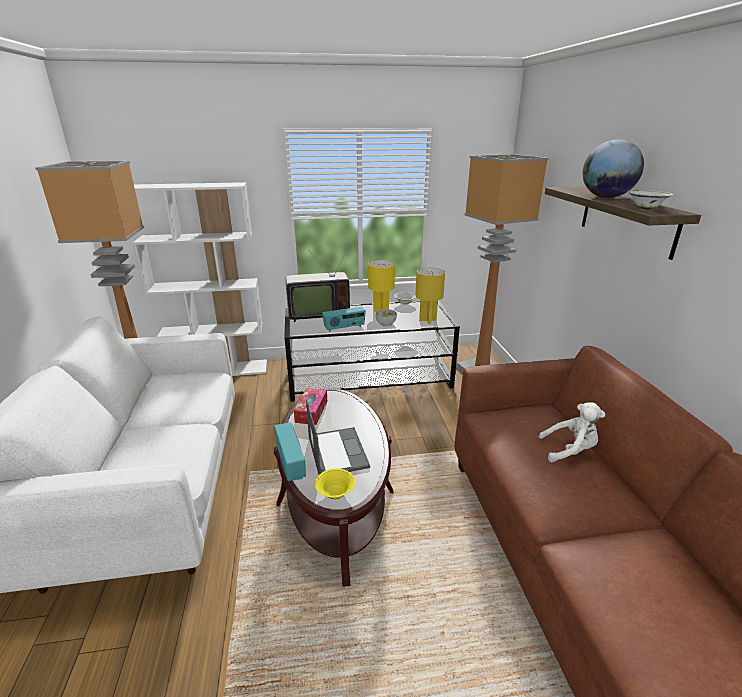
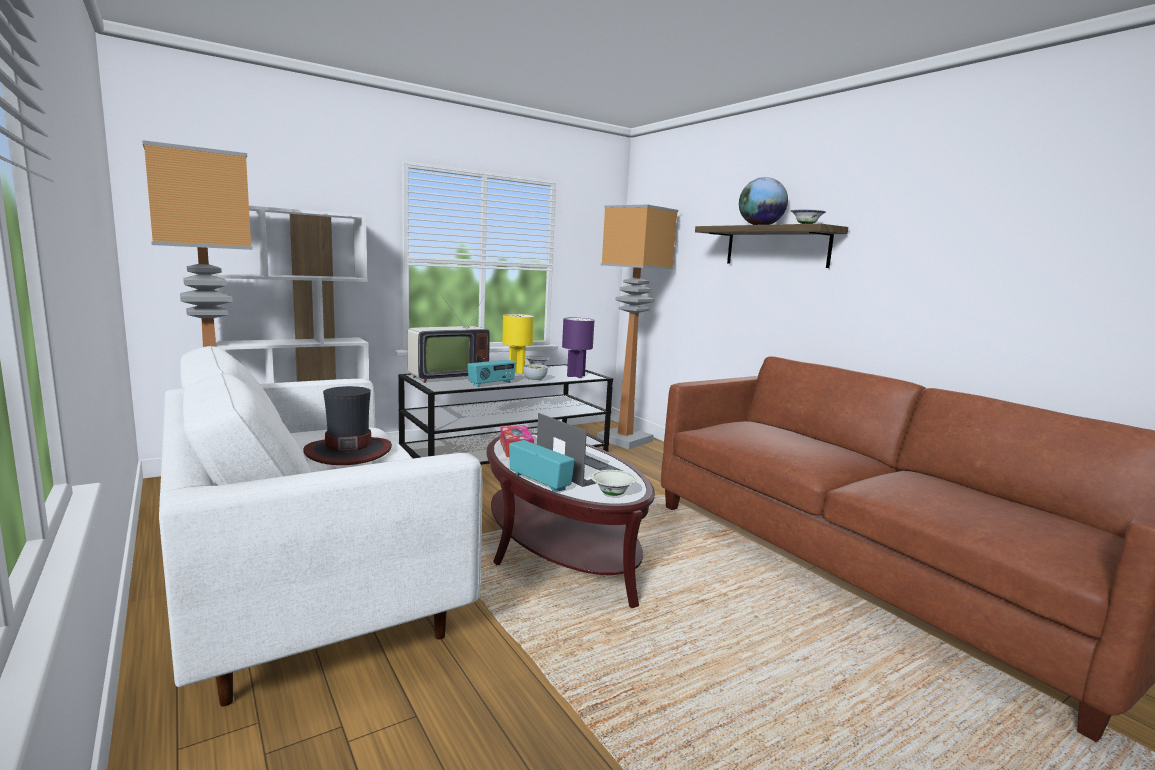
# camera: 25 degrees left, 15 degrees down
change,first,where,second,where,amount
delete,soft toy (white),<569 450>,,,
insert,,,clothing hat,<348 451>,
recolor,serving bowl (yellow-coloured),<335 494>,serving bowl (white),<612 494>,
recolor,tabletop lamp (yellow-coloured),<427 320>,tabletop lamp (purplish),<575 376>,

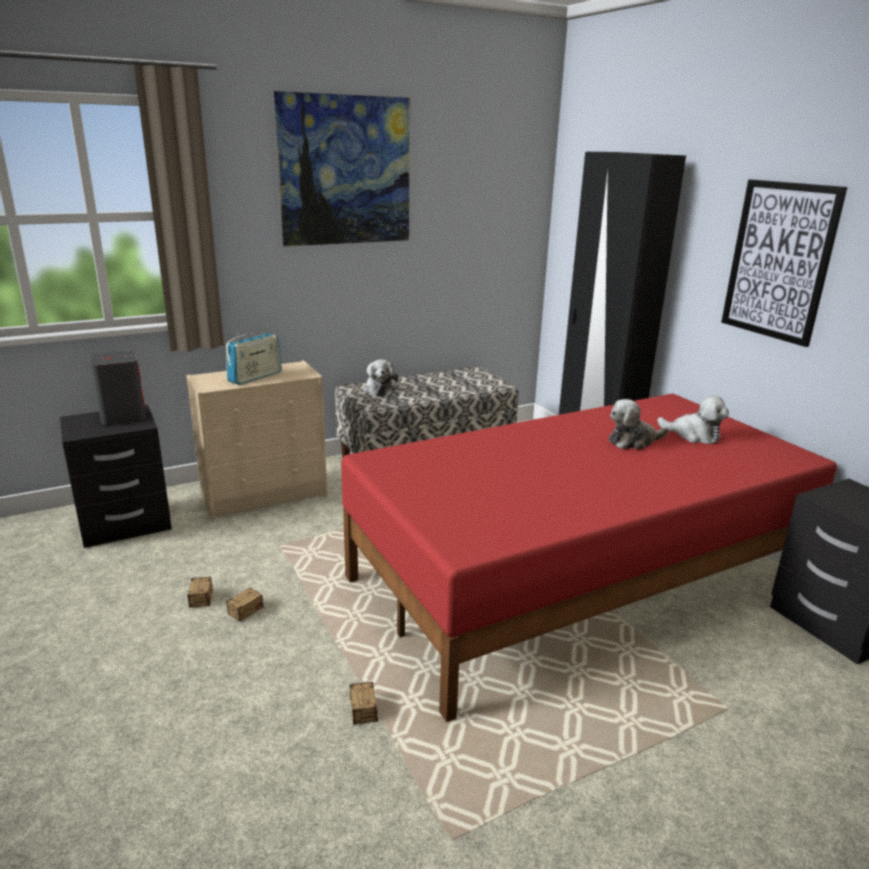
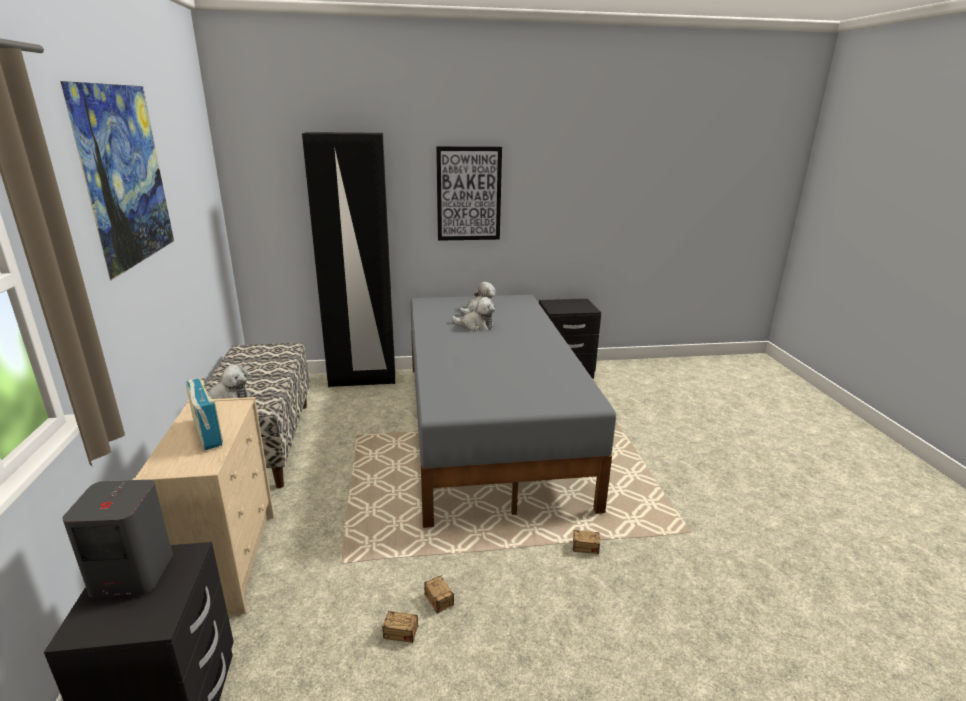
# camera: 70 degrees left, 0 degrees up
change,first,where,second,where,amount
recolor,sleeping bed (red-coloured),<580 580>,sleeping bed (greyish),<490 426>,
rotate,soft toy,<633 441>,,<476 325>,75 degrees counterclockwise

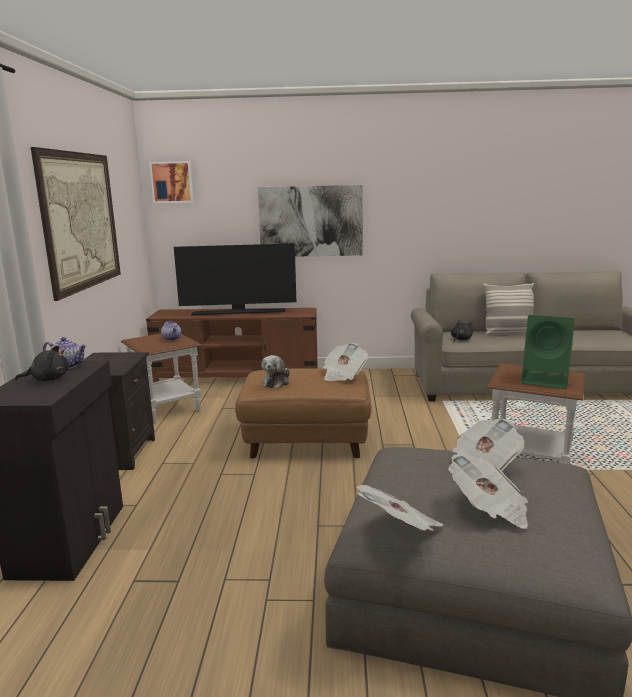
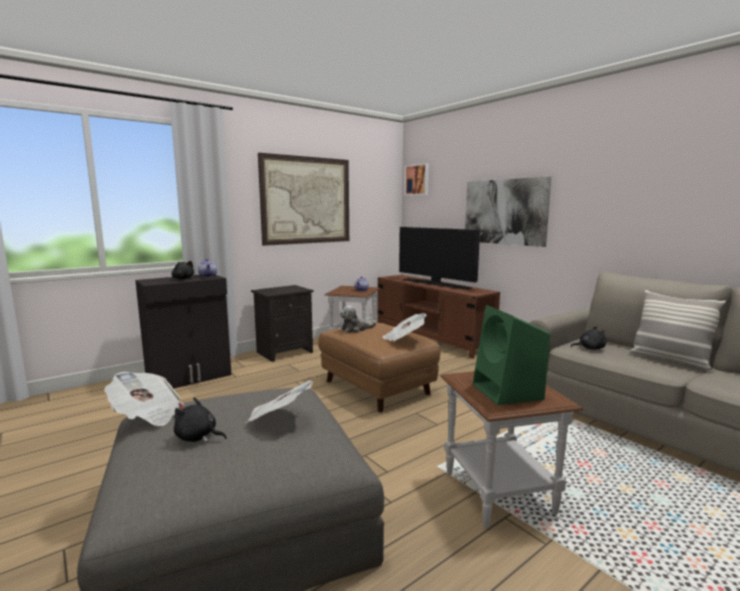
# camera: 50 degrees right, 5 degrees down
change,first,where,second,where,amount
replace,daily paper,<490 509>,soft toy (black-coloured),<198 437>,

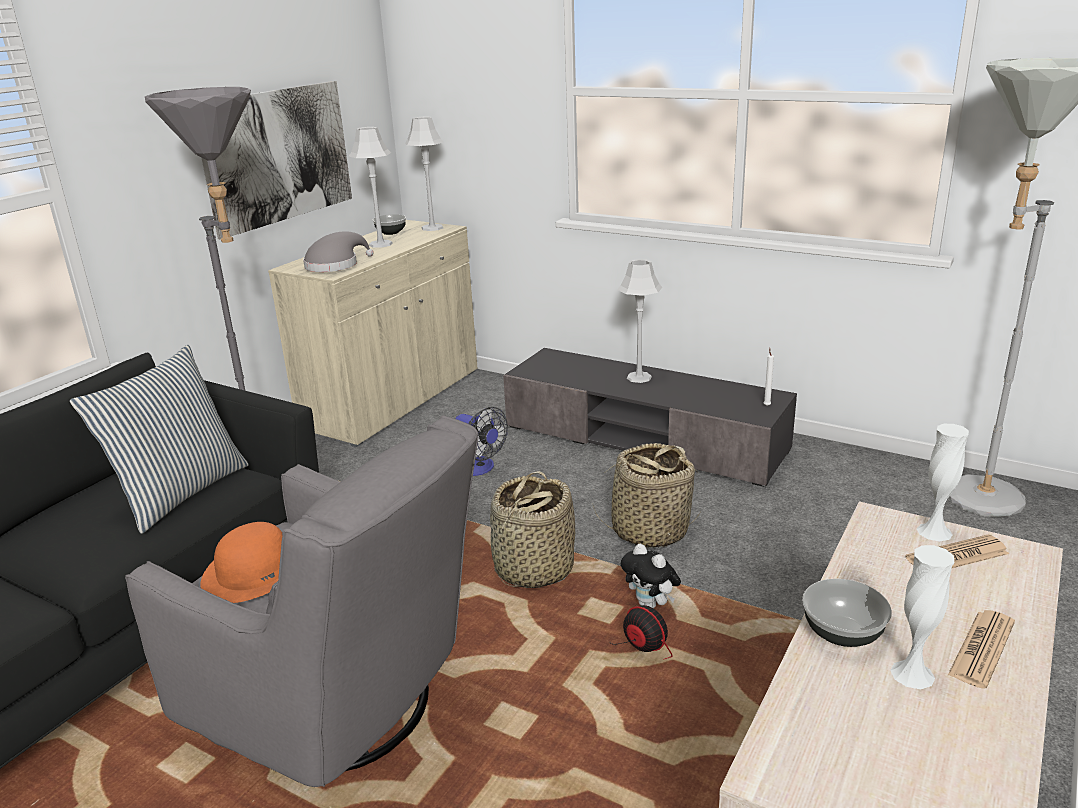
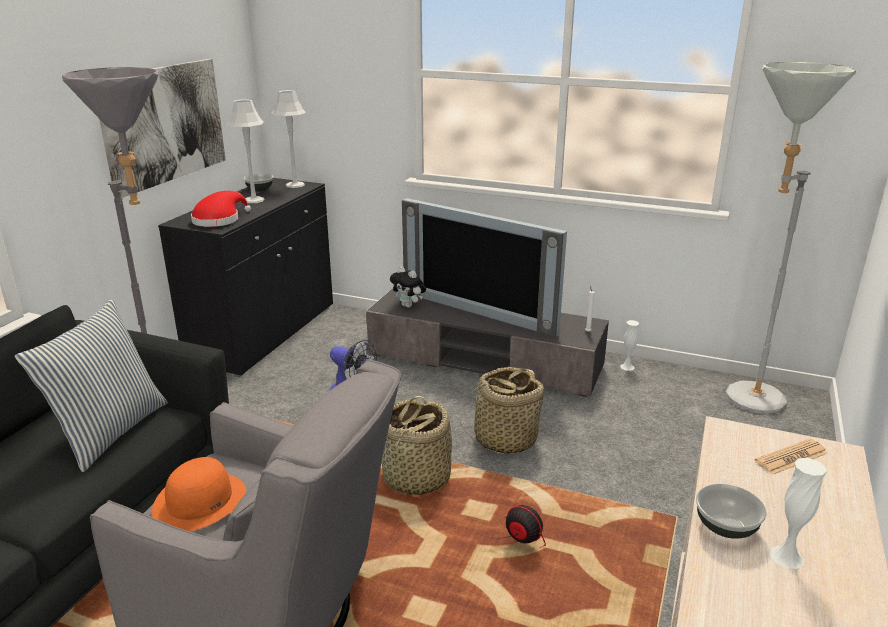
# camera: 10 degrees left, 0 degrees up
change,first,where,second,where,amount
delete,daily paper,<981 649>,,,
move,soft toy,<651 605>,,<409 306>,
move,flower vase (white),<934 531>,,<627 367>,
replace,tabletop lamp (greyish),<639 377>,television,<480 310>,
recolor,storage cabinet (sand-coloured),<393 400>,storage cabinet (black-coloured),<264 333>,
recolor,clothing hat (greyish),<335 265>,clothing hat (red-coloured),<219 220>,

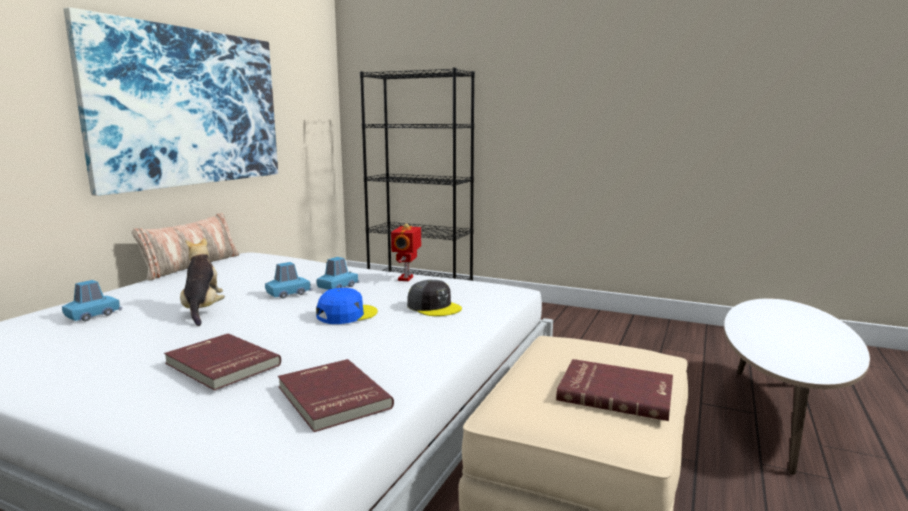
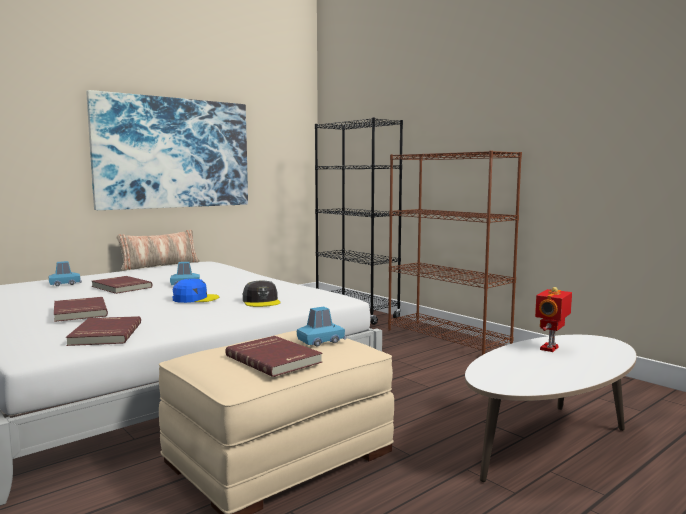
# camera: 25 degrees right, 5 degrees down
change,first,where,second,where,amount
insert,,,bookshelf (brownish),<448 338>,
move,toy car (blue),<338 287>,,<321 341>,
move,model robot,<407 278>,,<551 348>,
replace,soft toy,<203 310>,volume (red-coloured),<120 287>,

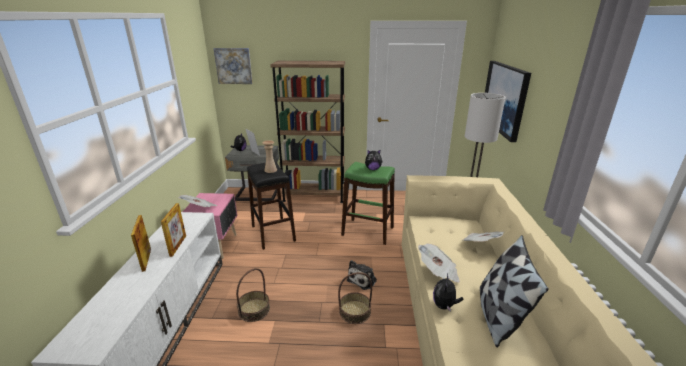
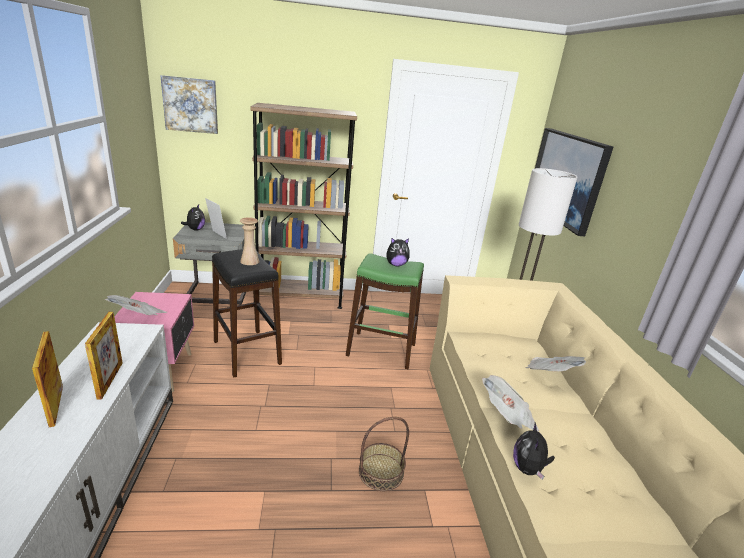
# camera: 10 degrees left, 0 degrees up
change,first,where,second,where,amount
delete,household basket,<254 310>,,,
delete,soft toy,<363 279>,,,
delete,throw pillow,<498 316>,,,

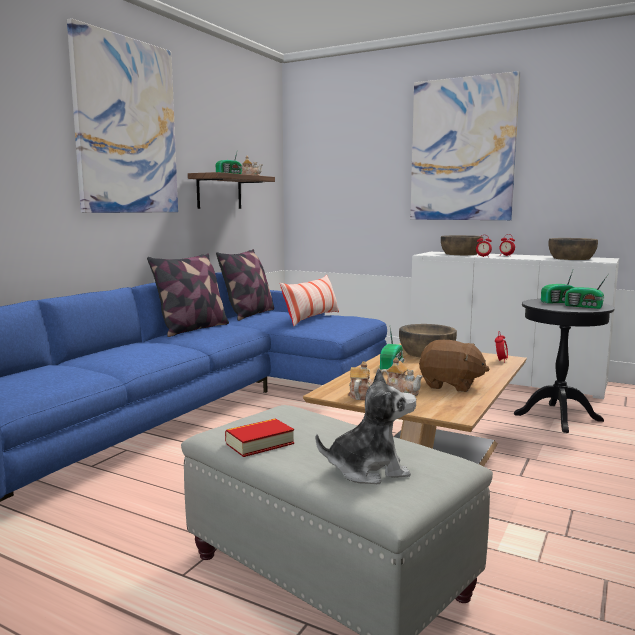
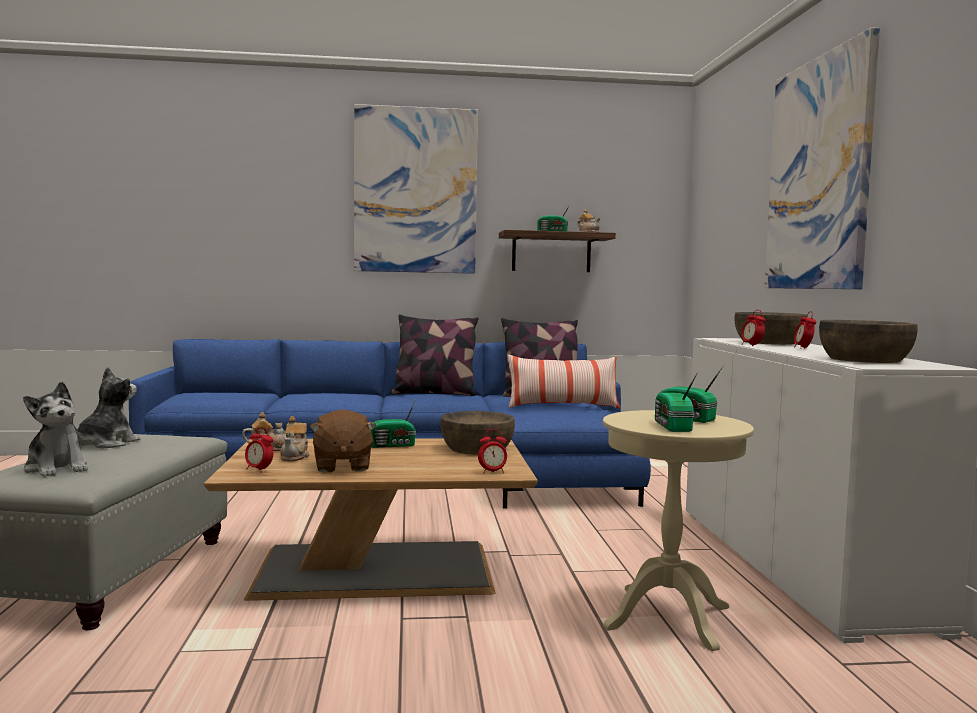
# camera: 55 degrees right, 5 degrees down
change,first,where,second,where,amount
insert,,,alarm clock,<259 470>,
replace,volume,<259 443>,soft toy,<106 444>,
recolor,end table (black-coloured),<558 417>,end table (sand-coloured),<668 617>,

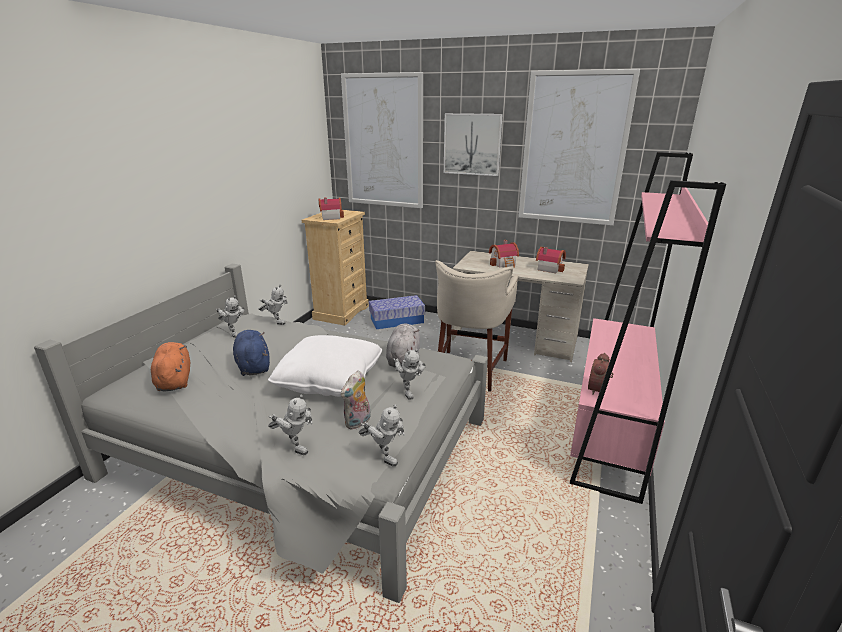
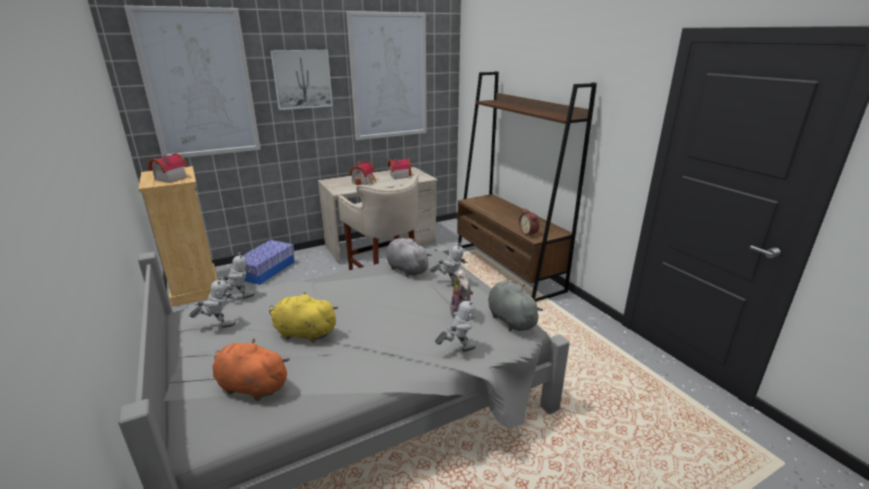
# camera: 50 degrees left, 0 degrees up
change,first,where,second,where,amount
delete,throw pillow (white),<329 380>,,,
replace,model robot,<383 456>,soft toy (greyish),<510 319>,
recolor,soft toy (blue),<253 366>,soft toy (yellow-coloured),<303 333>,
recolor,bookshelf (pinkish),<608 430>,bookshelf (brownish),<507 268>,

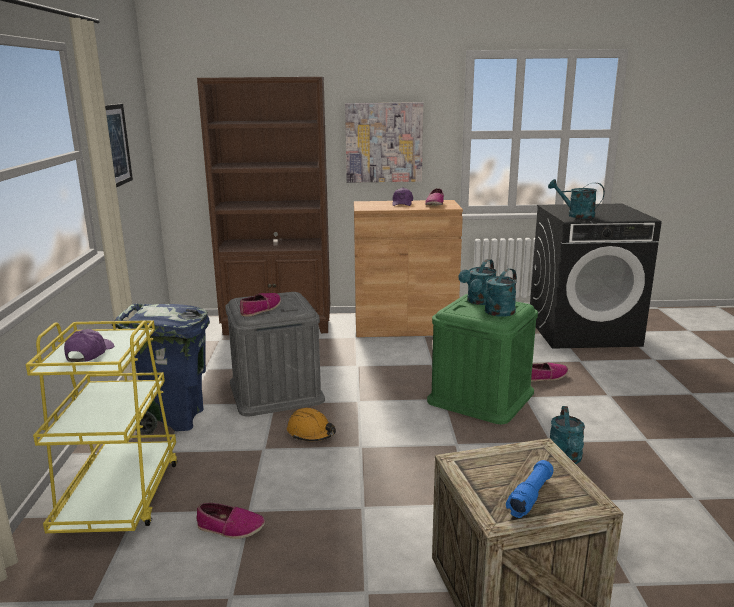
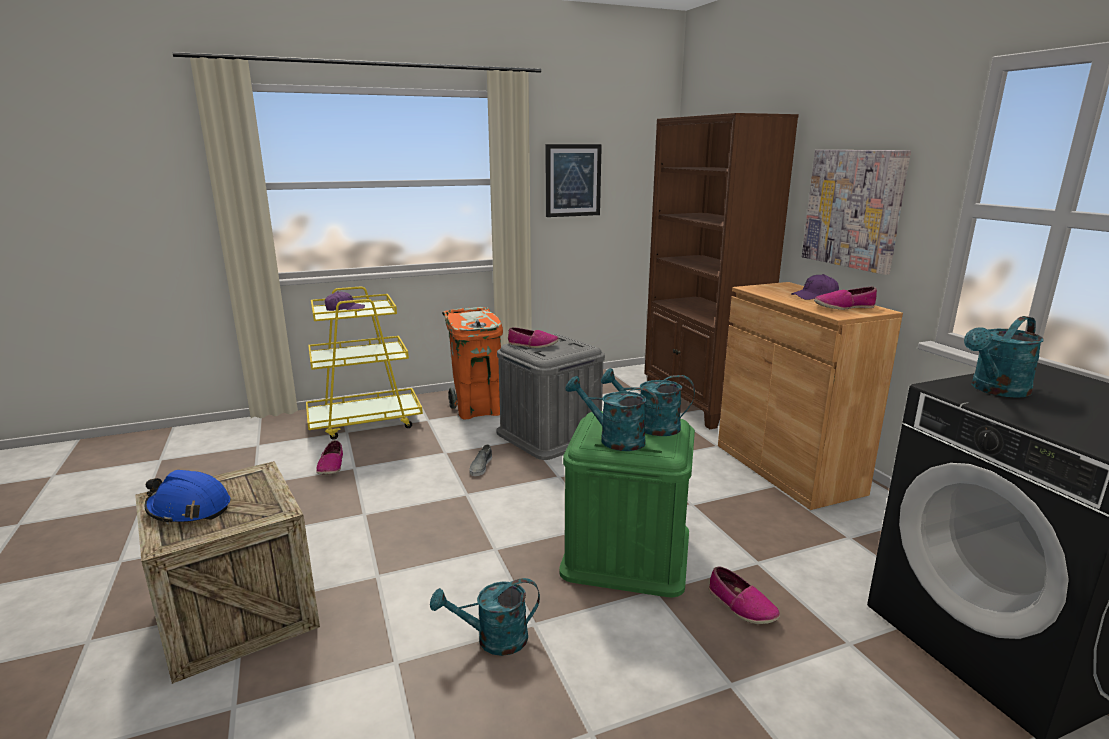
# camera: 70 degrees right, 0 degrees up
change,first,where,second,where,amount
replace,work helmet (orange-coloured),<311 433>,item of footwear (greyish),<480 466>,
replace,torch (blue),<530 496>,work helmet (blue),<189 509>,
recolor,rubbish bin (blue),<175 419>,rubbish bin (orange-coloured),<477 410>,
rotate,watering can (turquoise-coloured),<575 215>,,<995 390>,135 degrees counterclockwise

